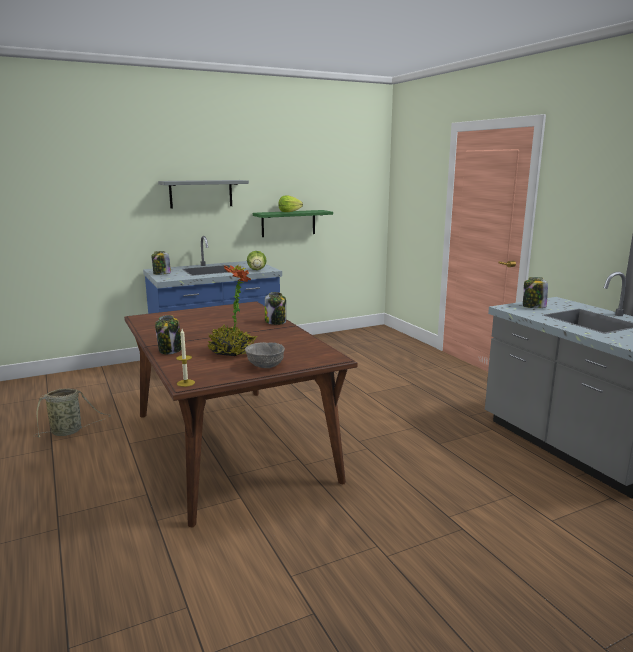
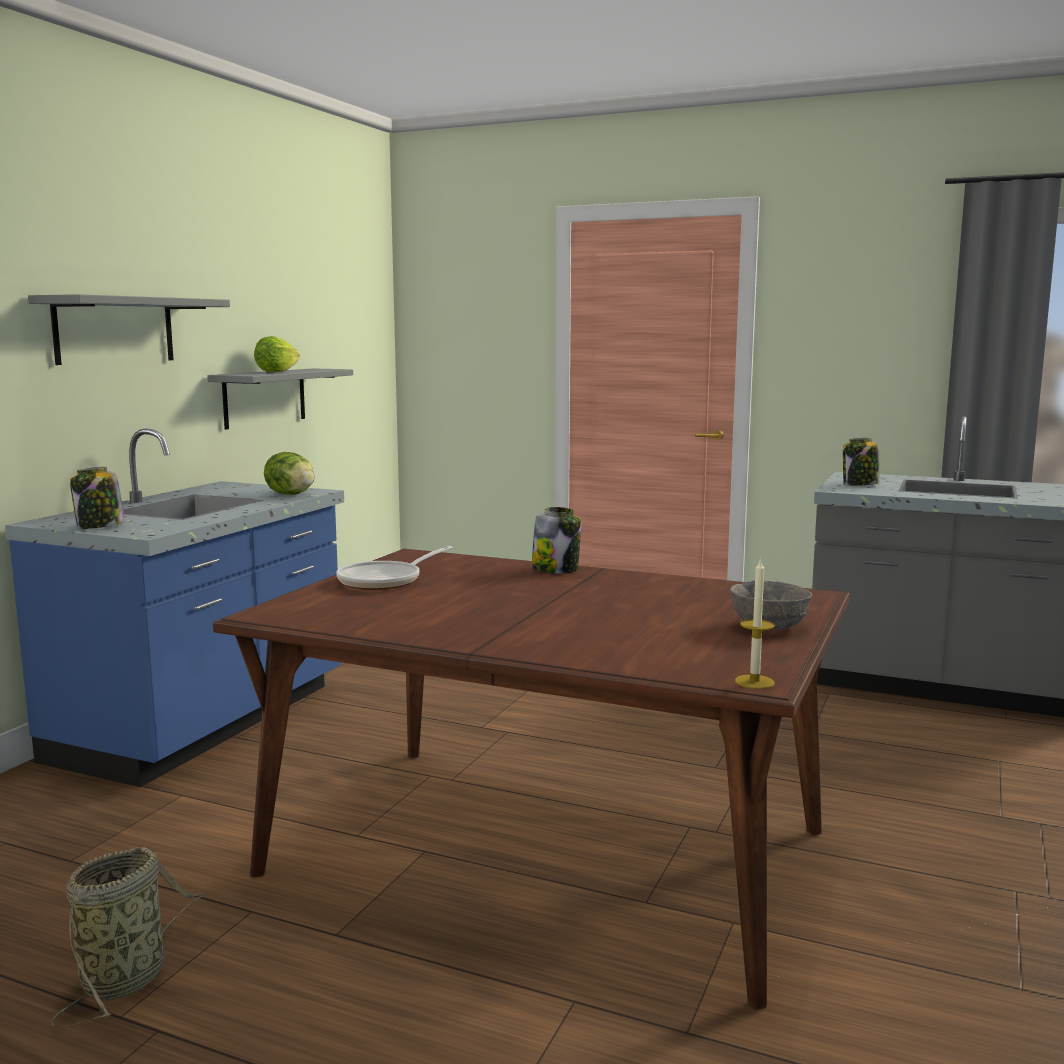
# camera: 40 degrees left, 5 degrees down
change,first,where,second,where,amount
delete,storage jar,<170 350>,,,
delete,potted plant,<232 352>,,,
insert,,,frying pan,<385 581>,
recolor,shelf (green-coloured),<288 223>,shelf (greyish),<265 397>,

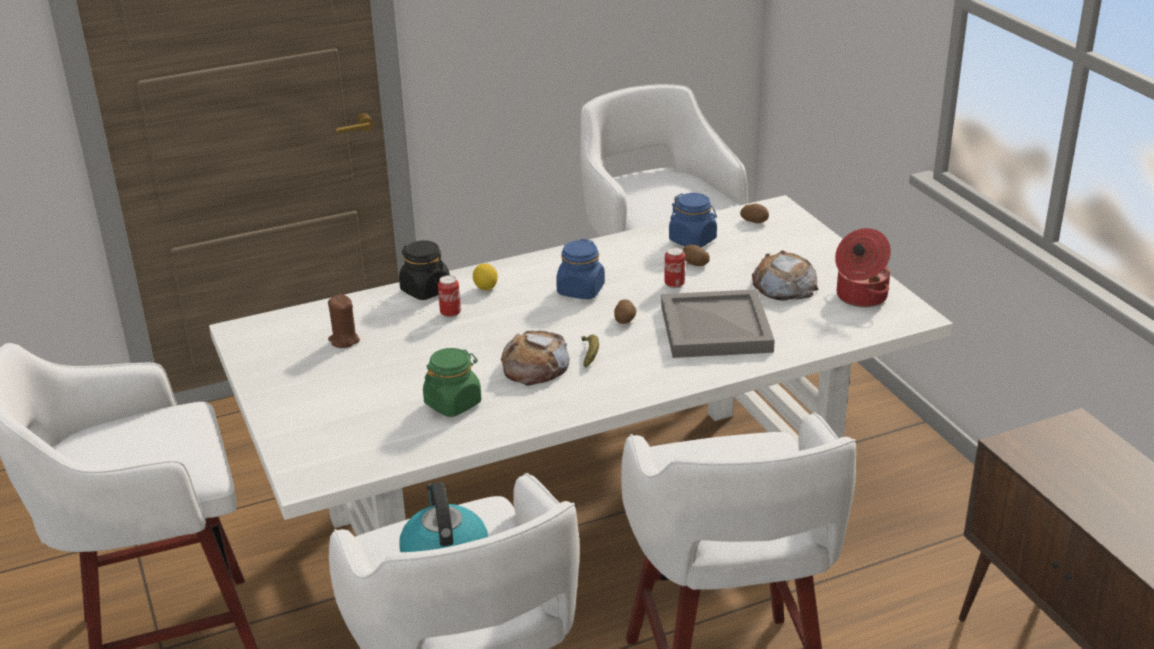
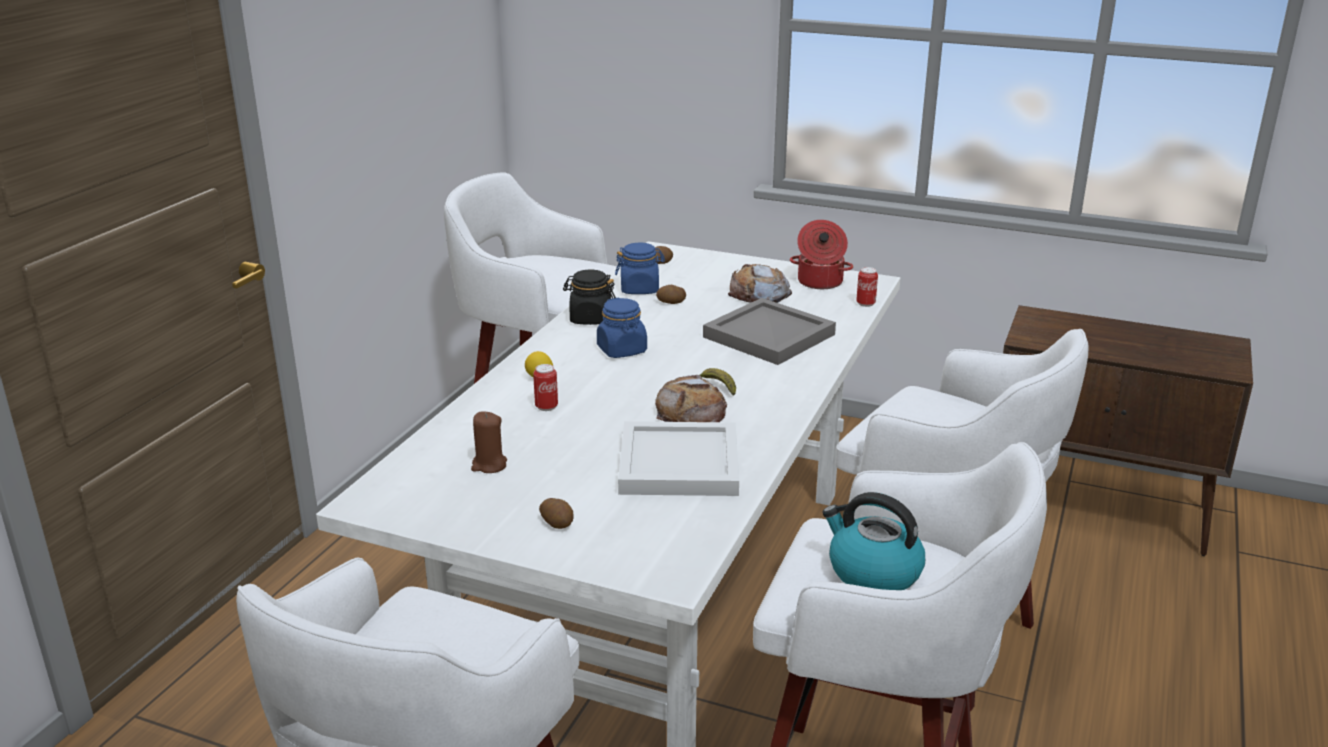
# camera: 45 degrees left, 5 degrees down
change,first,where,second,where,amount
move,storage jar (black-coloured),<425 290>,,<590 319>,
move,potato,<625 320>,,<558 523>,
move,sealed can,<674 284>,,<865 303>,
replace,storage jar (green-coloured),<453 403>,carrying tray (white),<681 465>,

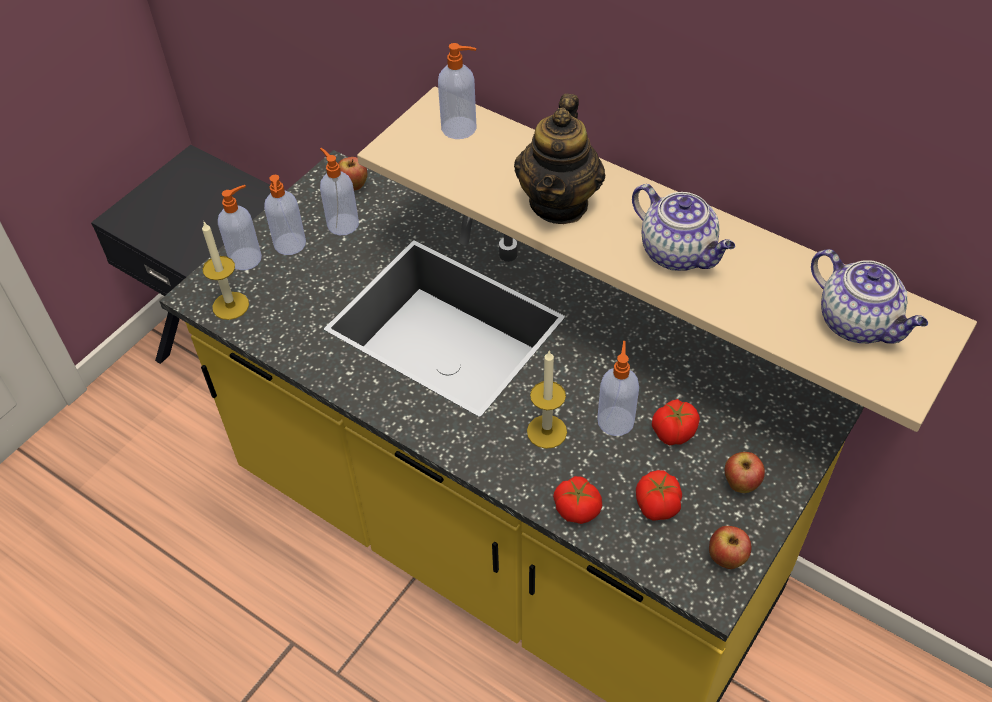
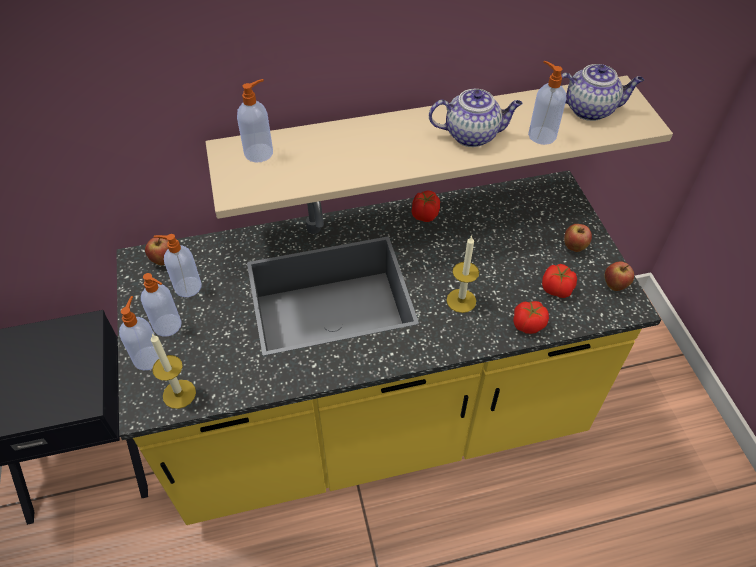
# camera: 50 degrees left, 0 degrees up
change,first,where,second,where,amount
delete,tea pot,<559 203>,,,
move,liquid soap bottle,<615 420>,,<541 135>,
move,whole tomato,<673 432>,,<424 215>,

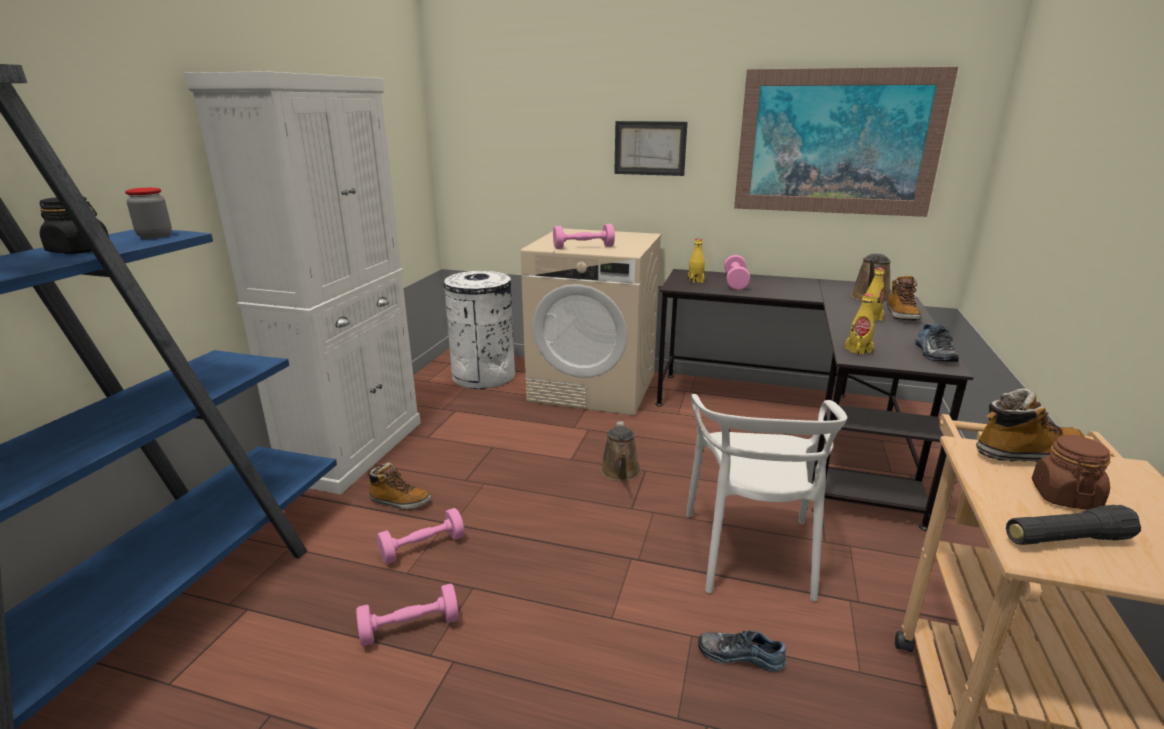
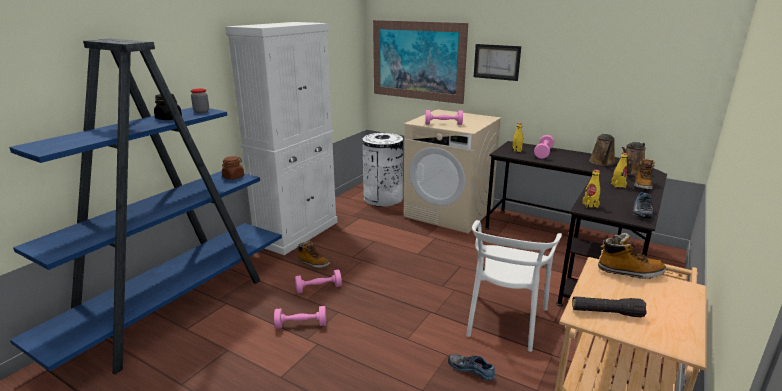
# camera: 15 degrees right, 0 degrees up
change,first,where,second,where,amount
move,watering can (brownish),<620 472>,,<602 162>,
move,picture,<836 143>,,<417 61>,
move,storage jar (brownish),<1064 496>,,<233 177>,

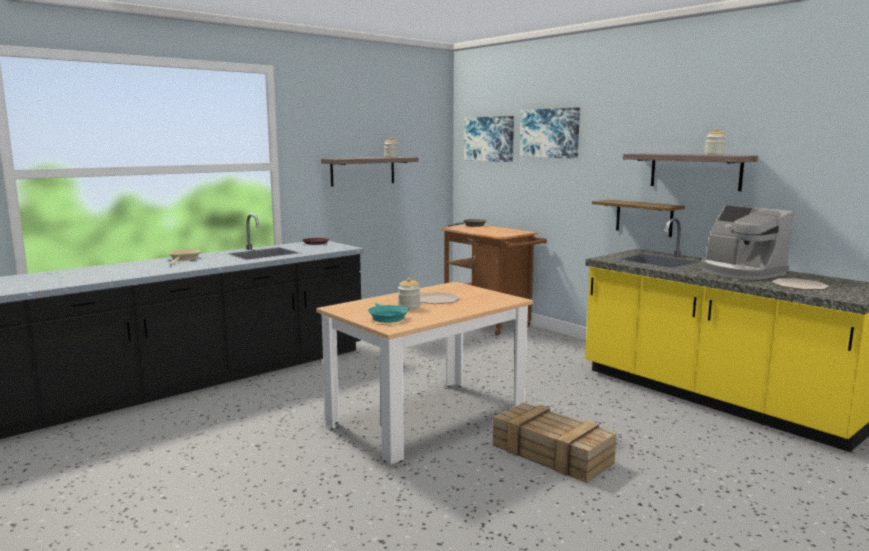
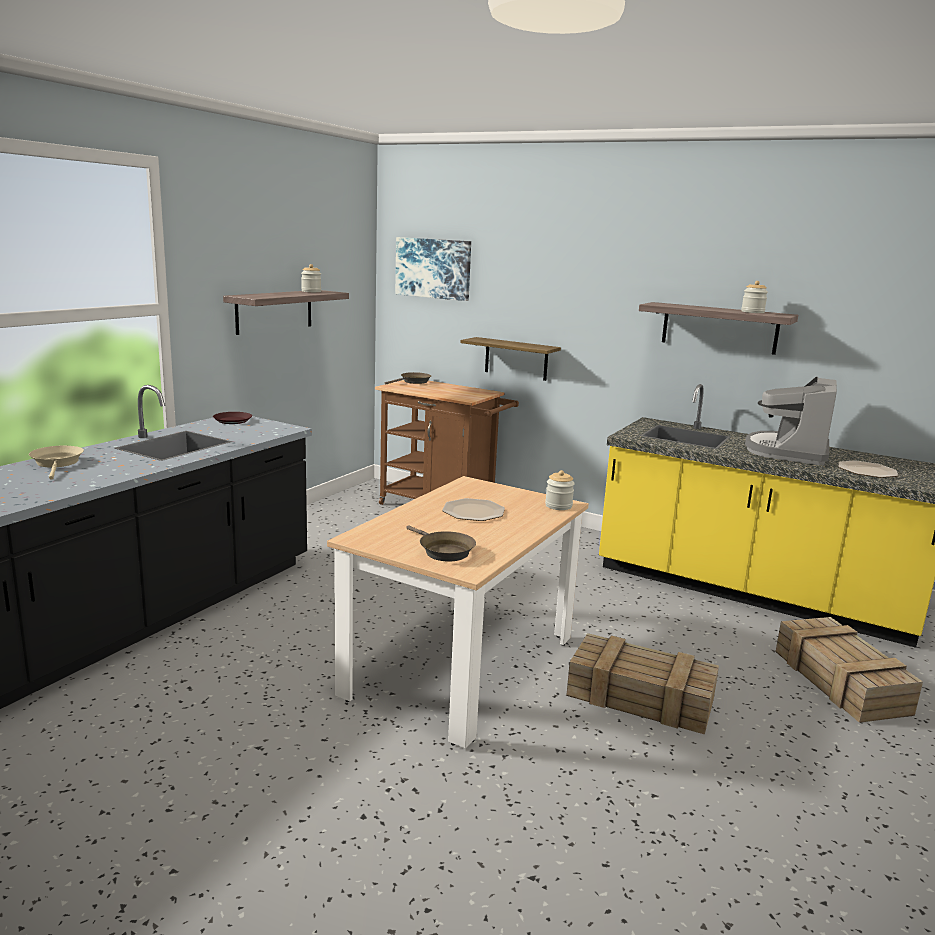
# camera: 20 degrees left, 5 degrees up
change,first,where,second,where,amount
delete,picture,<550 133>,,,
insert,,,packing crate,<842 682>,
move,storage jar,<409 307>,,<558 506>,
move,shelf,<644 218>,,<516 359>,
recolor,frying pan (turquoise-coloured),<387 317>,frying pan (brownish),<443 551>,
rotate,coffee machine,<739 272>,,<788 452>,75 degrees clockwise

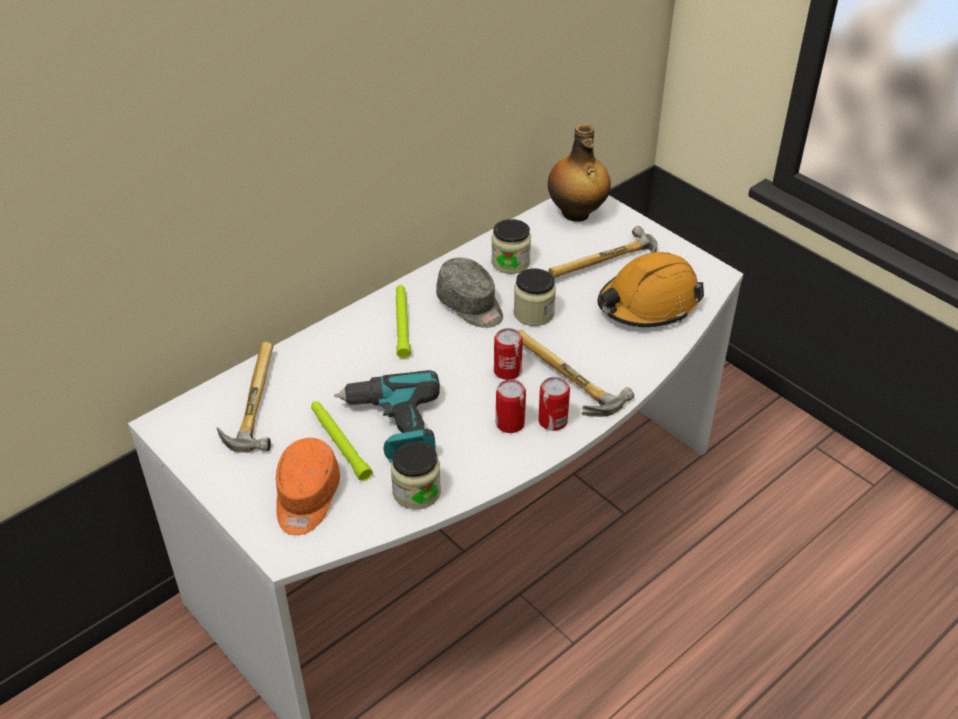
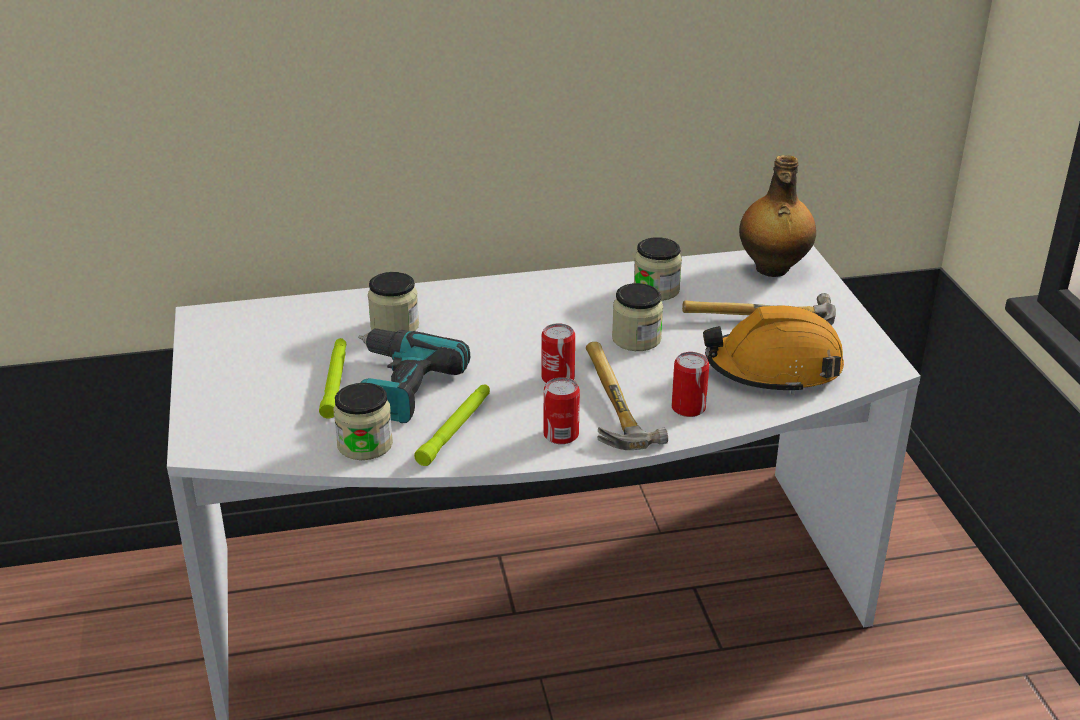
# camera: 30 degrees right, 10 degrees down
change,first,where,second,where,amount
delete,hammer,<249 402>,,,
delete,cap (orange-coloured),<306 498>,,,
delete,cap (greyish),<471 305>,,,
insert,,,storage jar,<394 326>,
move,torch (green-coloured),<402 323>,,<456 428>,
move,sealed can,<510 423>,,<688 408>,

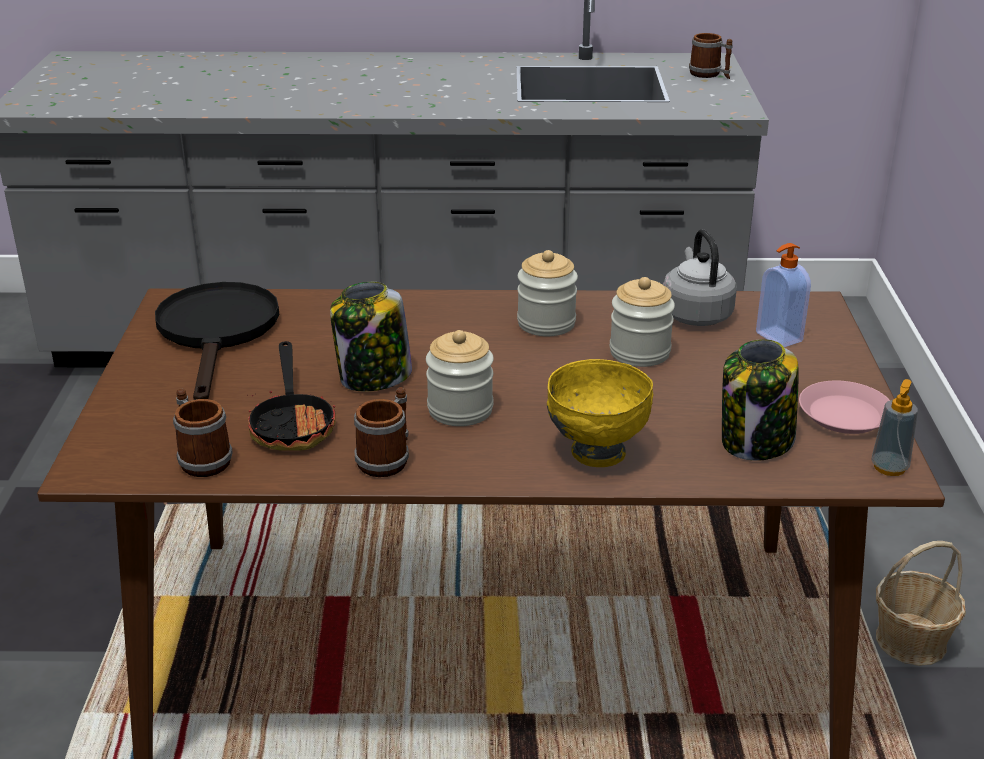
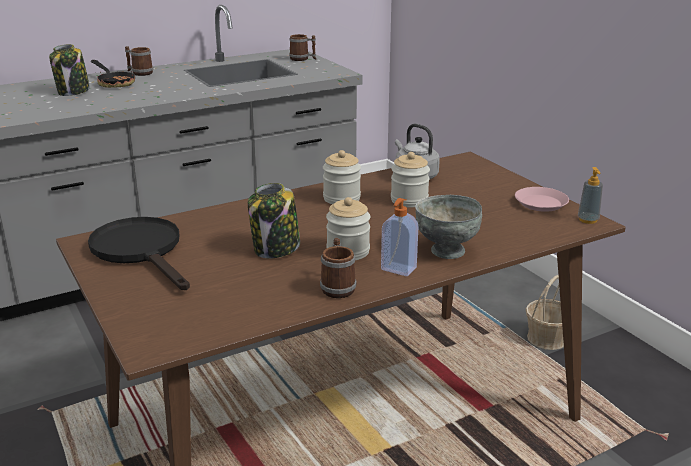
# camera: 30 degrees left, 5 degrees down
change,first,where,second,where,amount
move,mug,<201 459>,,<139 73>,
move,frying pan,<293 424>,,<114 83>,
move,storage jar,<756 442>,,<73 92>,
move,liquid soap bottle,<777 337>,,<398 269>,
recolor,serving bowl (yellow-coloured),<595 452>,serving bowl (greyish),<446 251>,

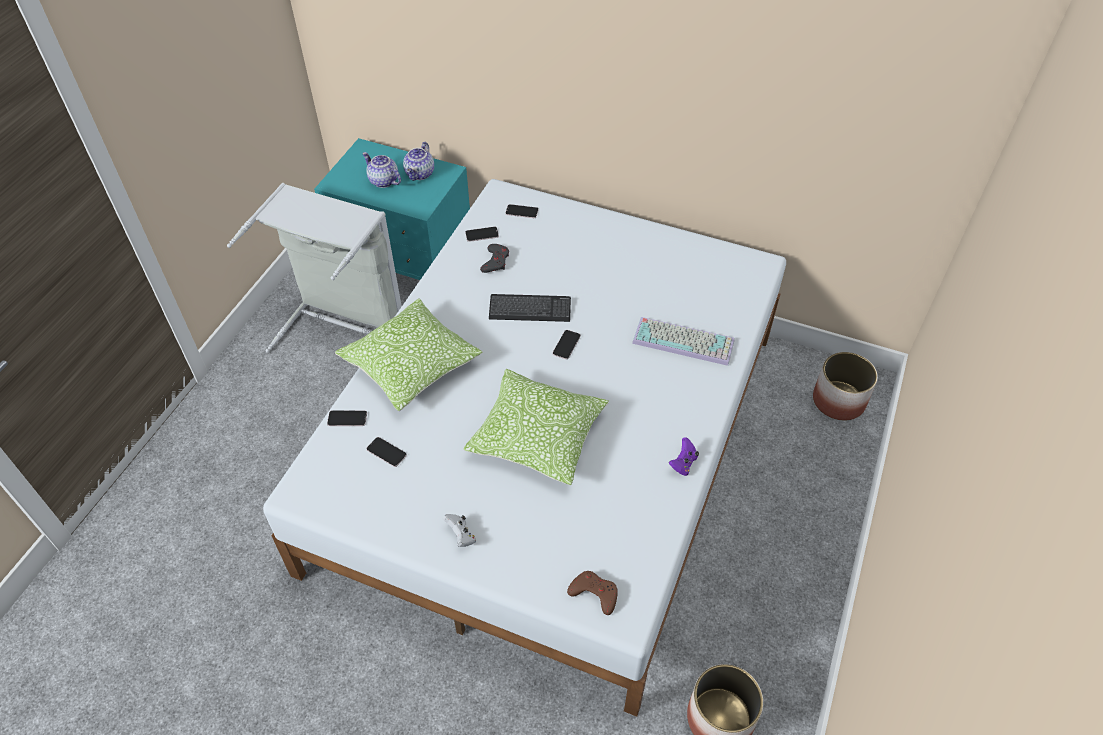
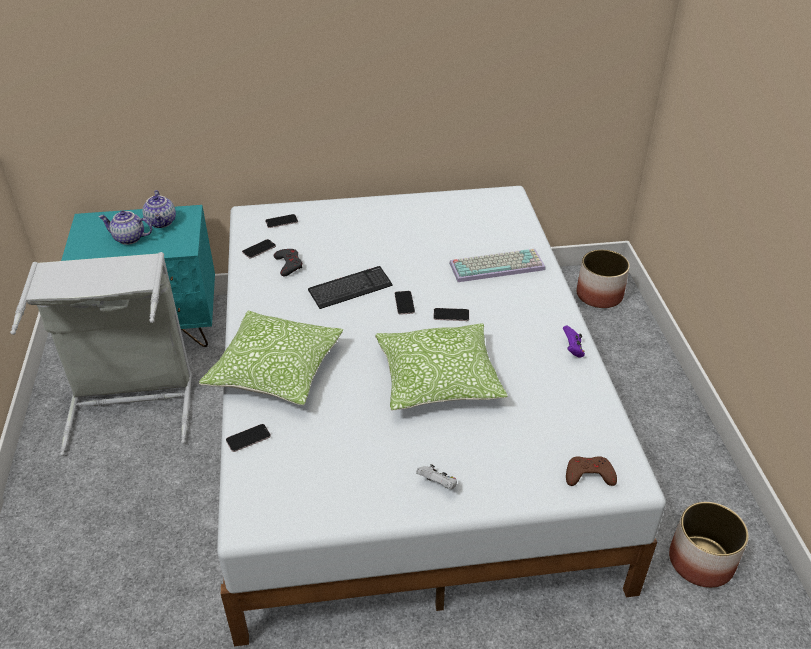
# camera: 30 degrees left, 10 degrees down
change,first,where,second,where,amount
move,handset,<386 452>,,<451 315>,

